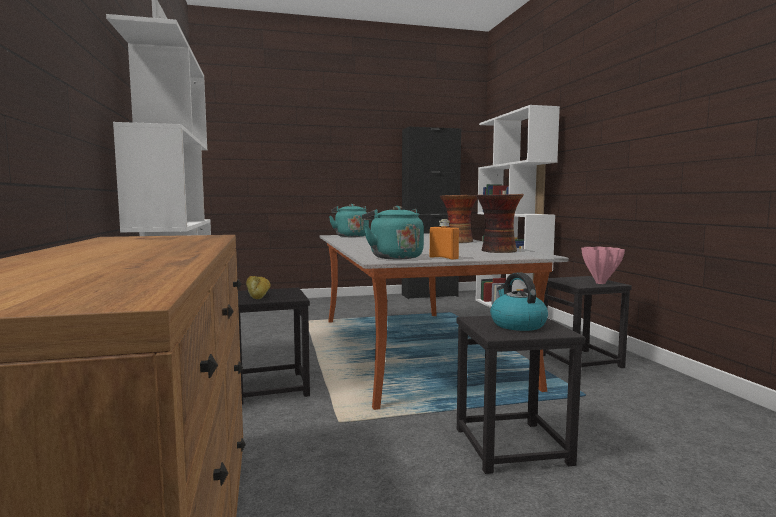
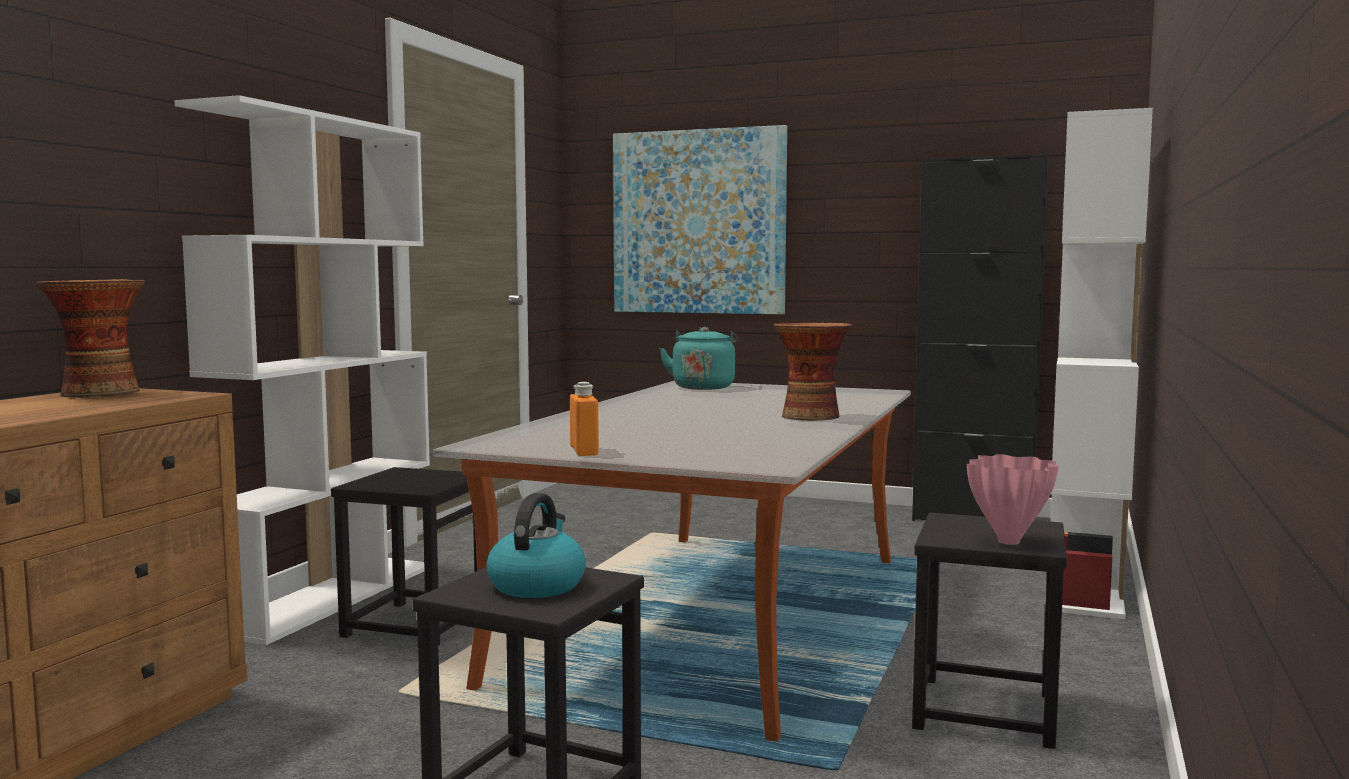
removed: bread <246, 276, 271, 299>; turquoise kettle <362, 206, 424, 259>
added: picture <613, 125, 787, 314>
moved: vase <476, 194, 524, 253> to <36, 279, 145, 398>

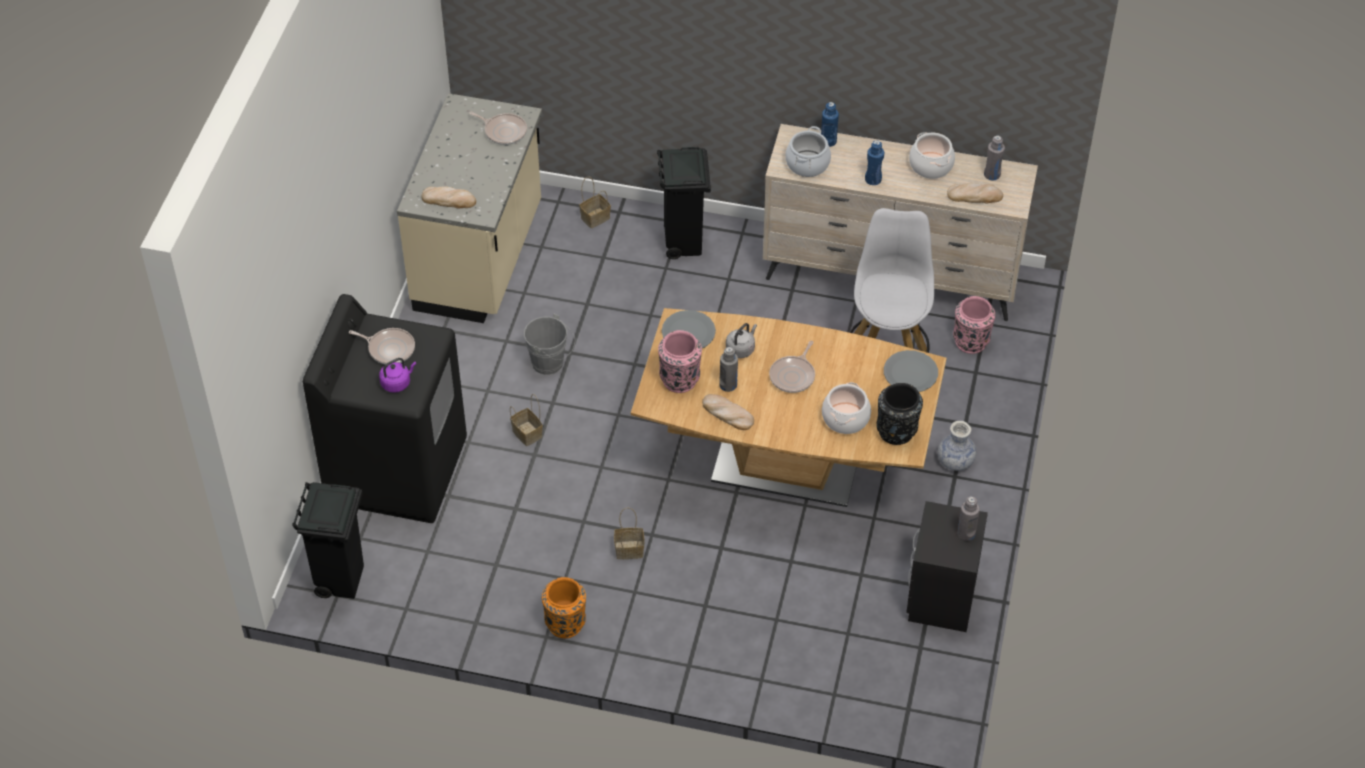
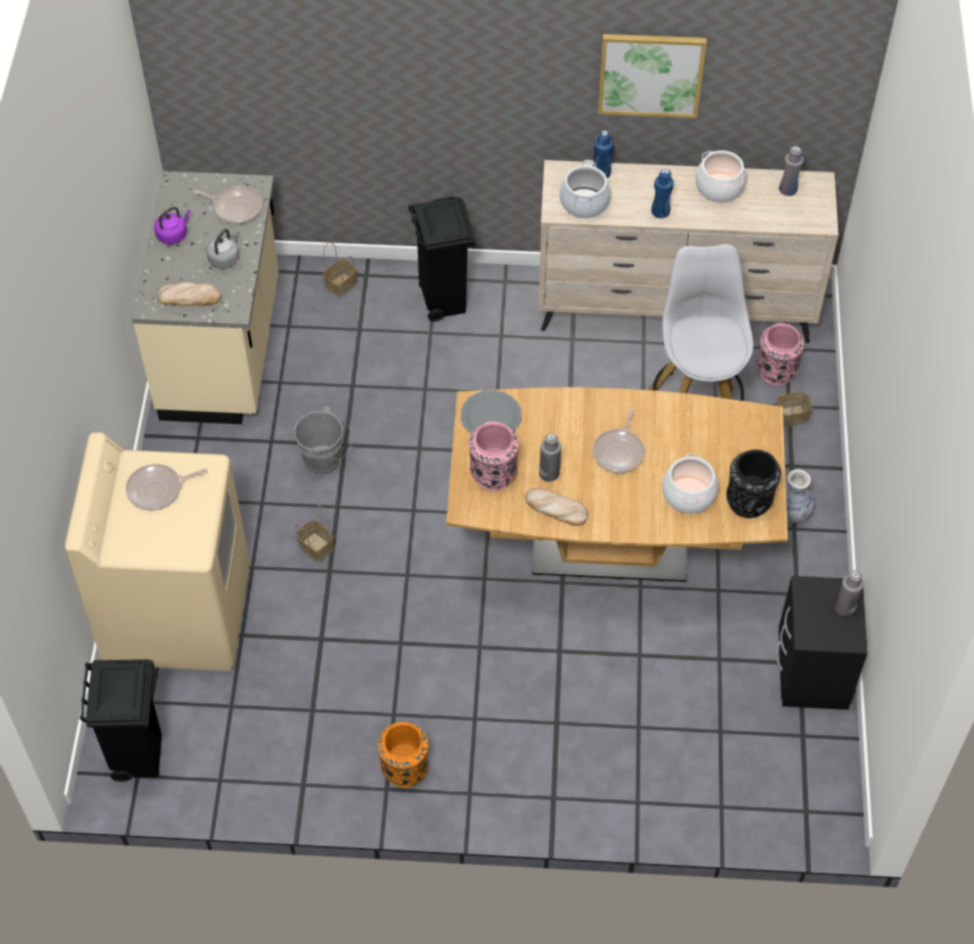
removed: grey plate <884, 350, 938, 392>; bread <947, 183, 1003, 204>
added: picture <598, 34, 707, 118>
moved: purple kettle <379, 358, 416, 393> to <154, 207, 191, 244>; grey kettle <726, 323, 757, 358> to <206, 229, 239, 268>; basket <614, 507, 644, 559> to <776, 372, 812, 427>
recoloured: black washing machine <303, 294, 467, 523> to beige washing machine <65, 432, 250, 671>
turned: frying pan <349, 328, 415, 364> = <126, 464, 207, 510> 150 degrees clockwise

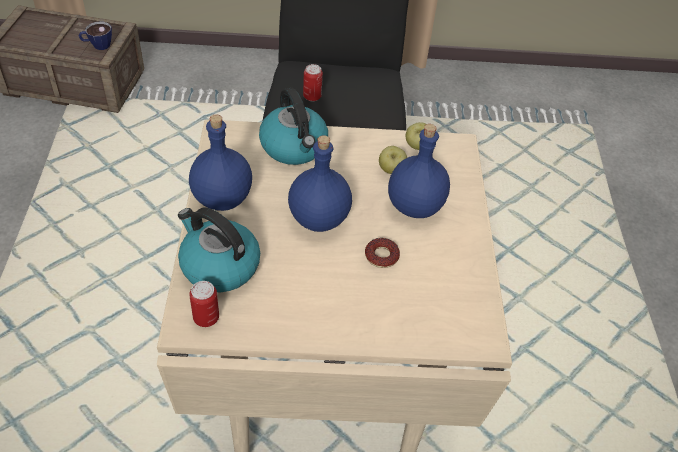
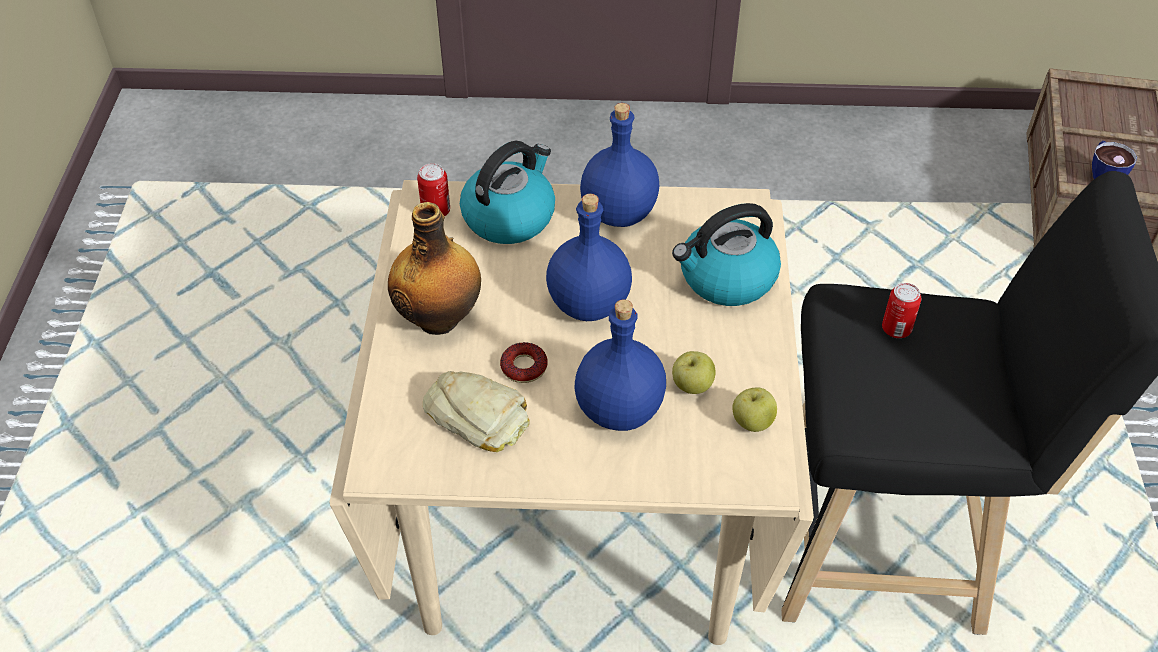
added: bottle <388, 202, 481, 335>; bread <423, 371, 530, 452>

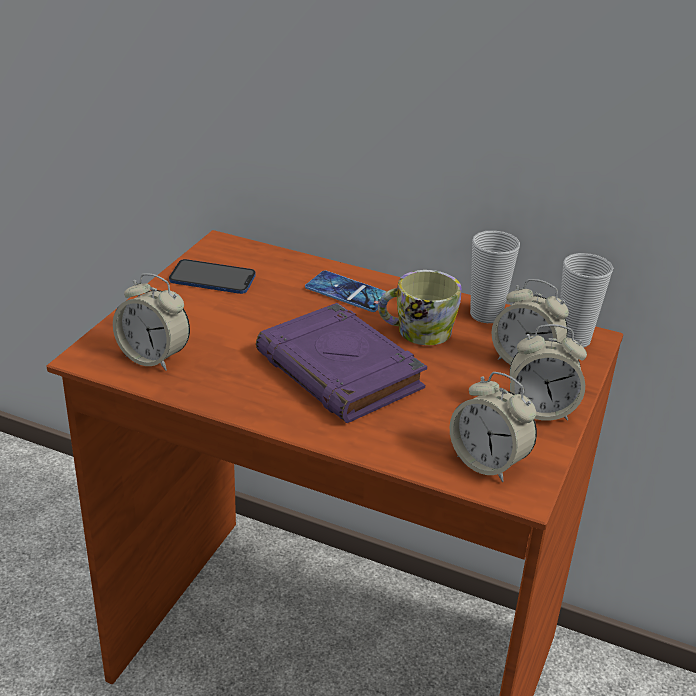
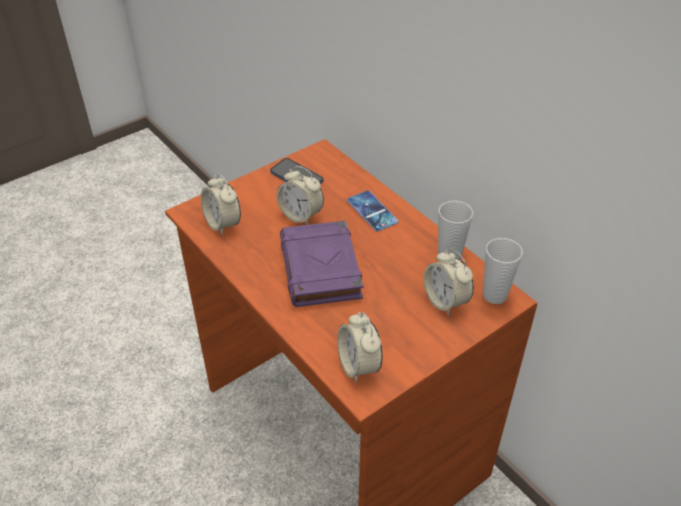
removed: mug <378, 270, 462, 345>
moved: alarm clock <510, 324, 587, 421> to <277, 166, 324, 225>

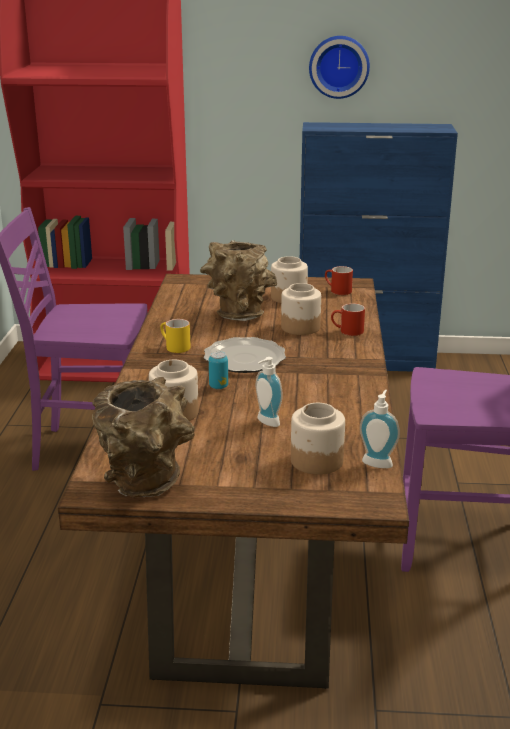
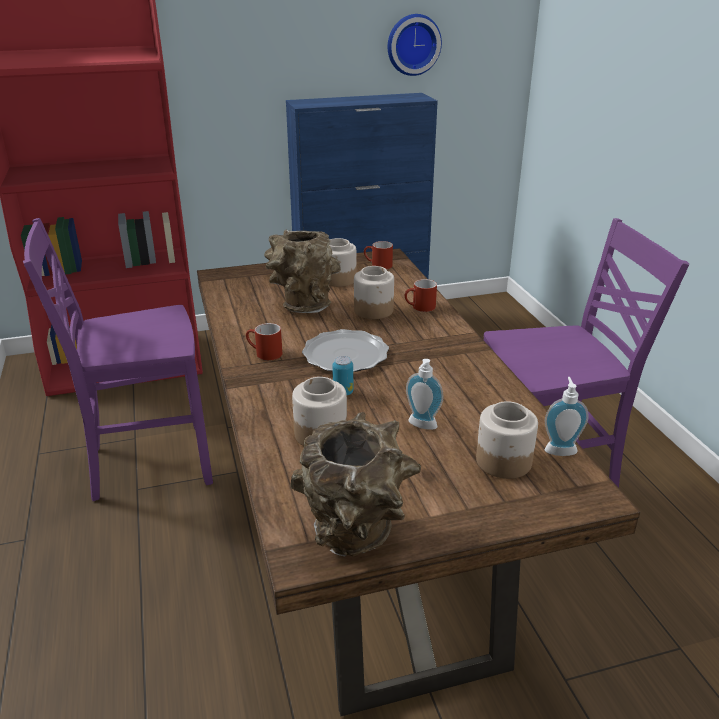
moved: wall clock <309, 36, 370, 99> to <388, 14, 442, 76>
recoloured: yellow mug <160, 319, 191, 353> to red mug <246, 323, 282, 361>

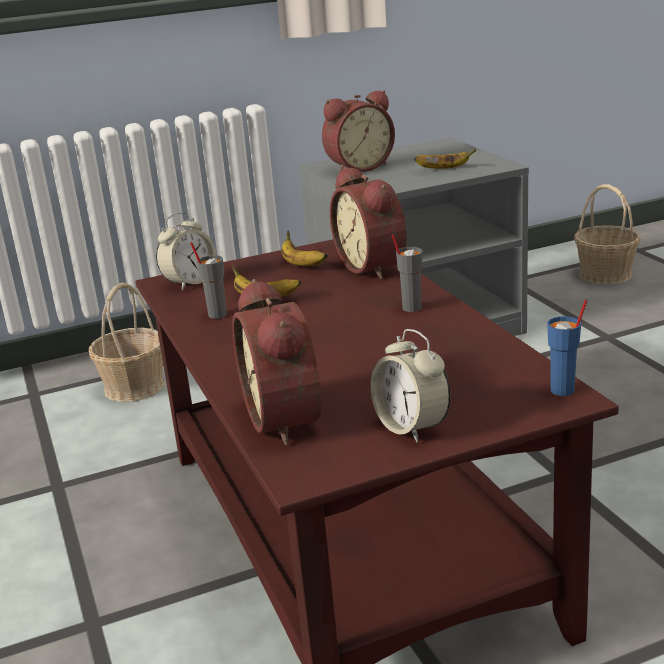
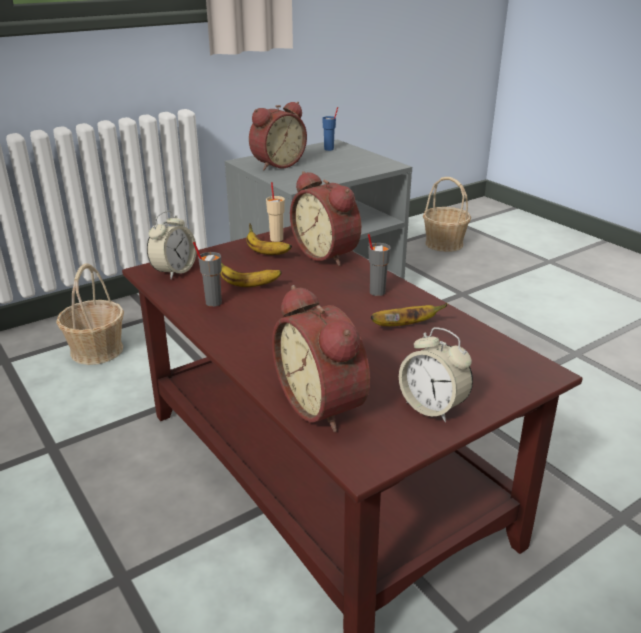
added: beige cup <266, 182, 285, 242>
moved: blue cup <547, 299, 587, 396> to <322, 107, 338, 151>; banana <414, 149, 476, 169> to <371, 303, 448, 326>

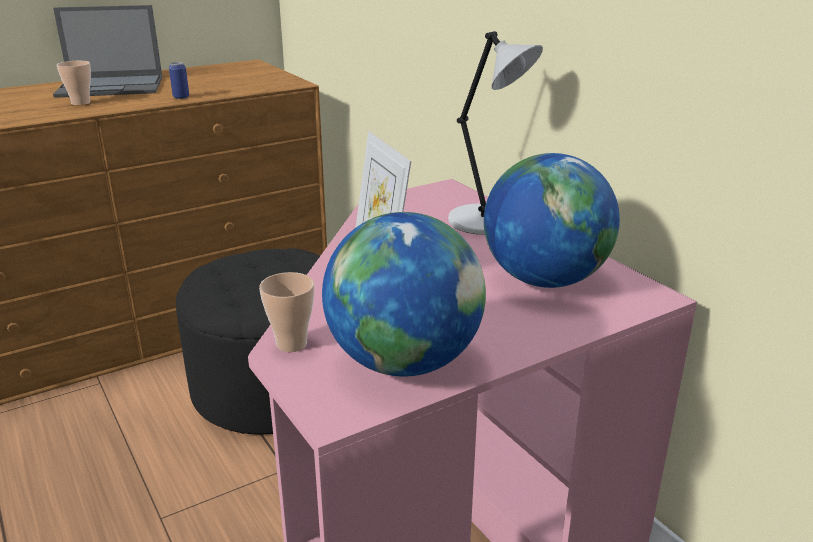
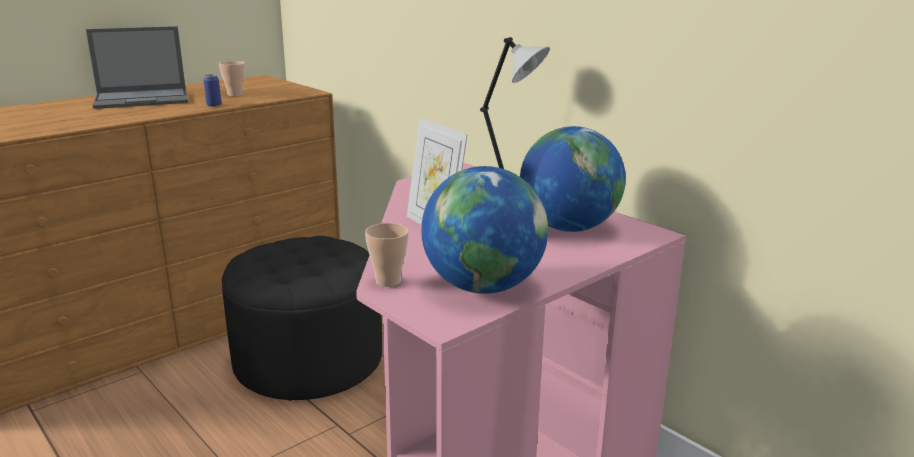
moved: cup <57, 61, 91, 105> to <219, 61, 245, 97>

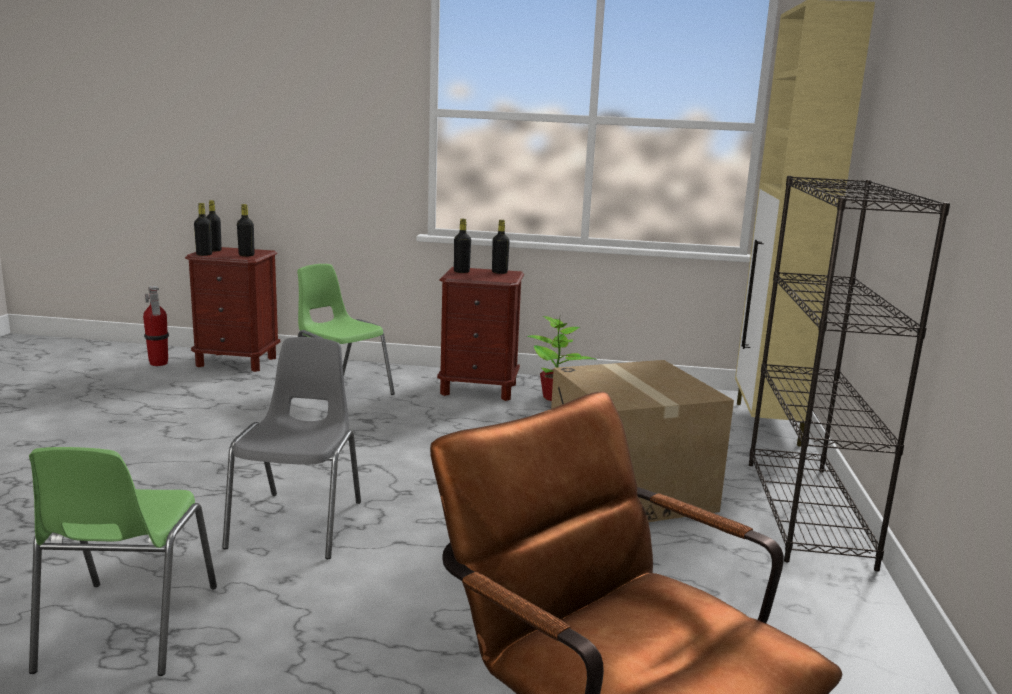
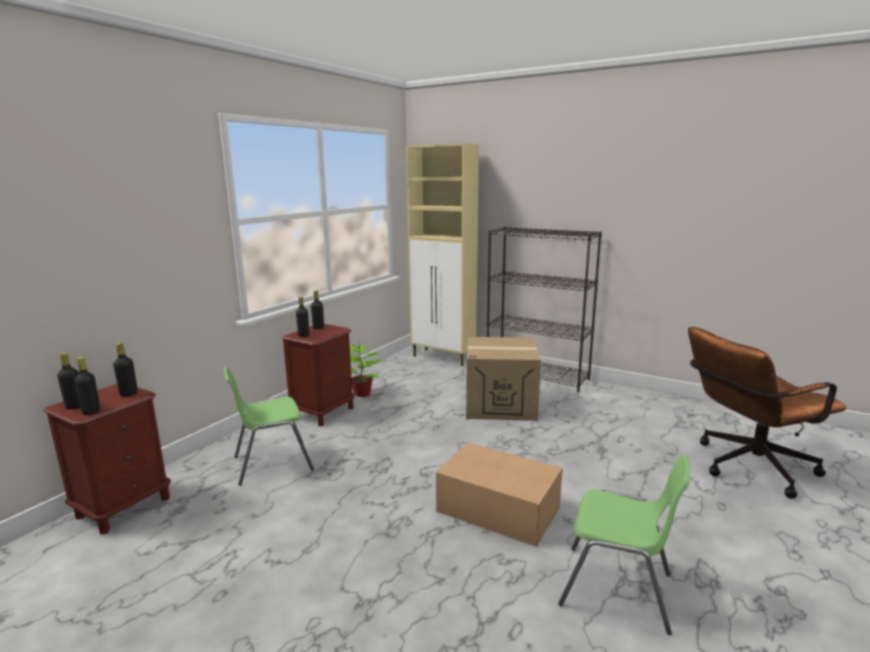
removed: fire extinguisher <143, 286, 169, 366>
replaced: grey chair <222, 337, 361, 559> to cardboard box <436, 442, 563, 547>

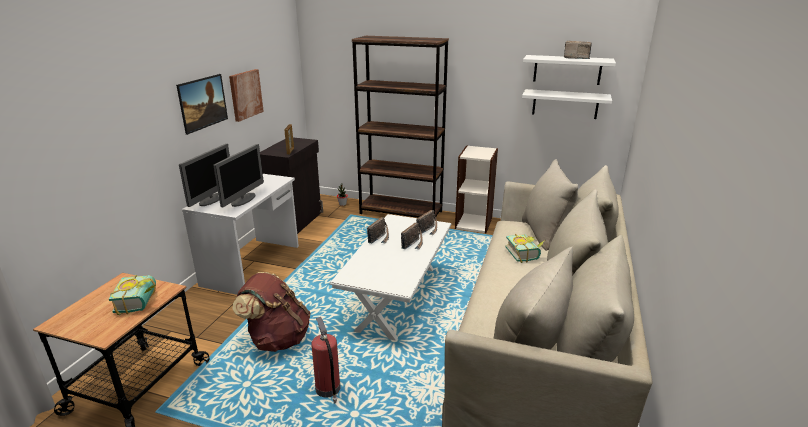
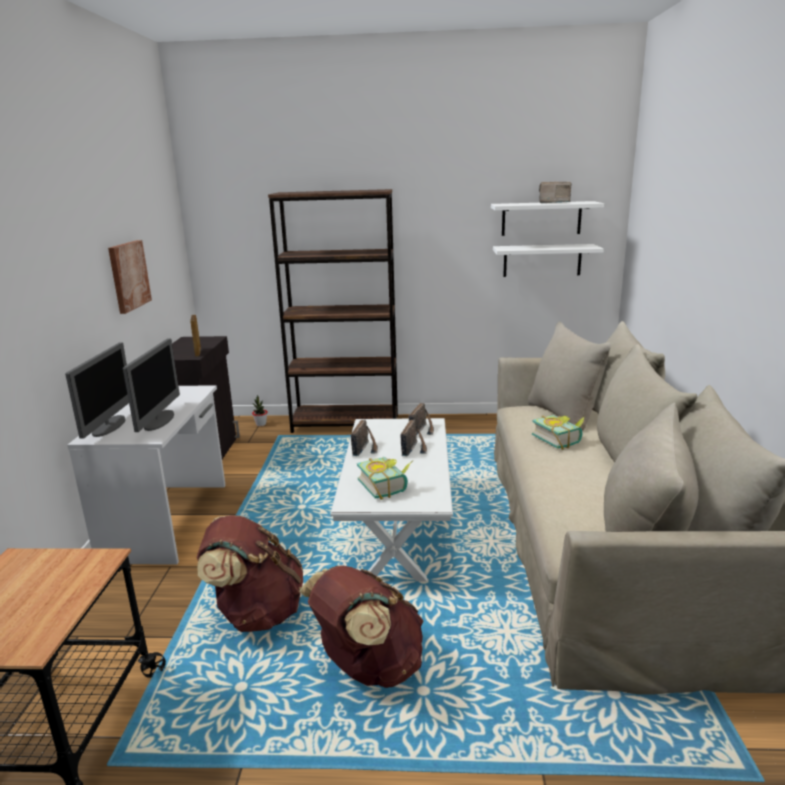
removed: picture <176, 74, 228, 135>; bookcase <455, 145, 498, 233>
moved: book <109, 275, 156, 315> to <357, 457, 412, 500>
replaced: fire extinguisher <311, 317, 341, 403> to brown backpack <299, 565, 424, 688>

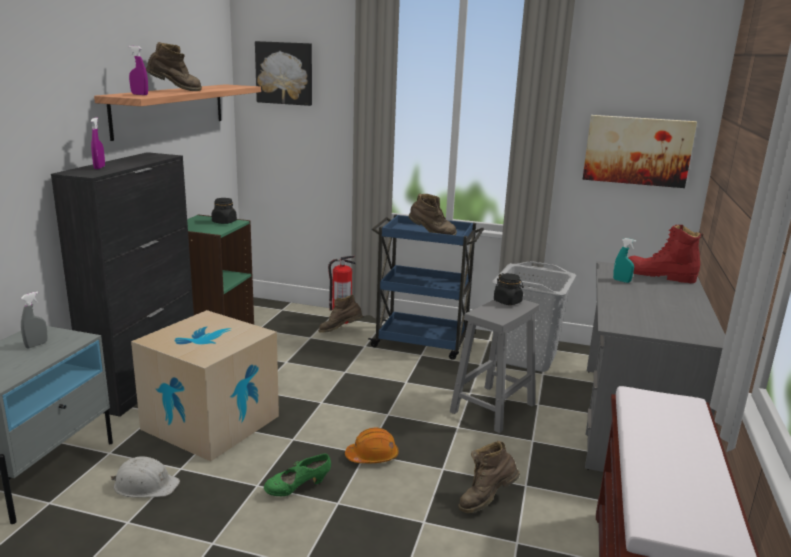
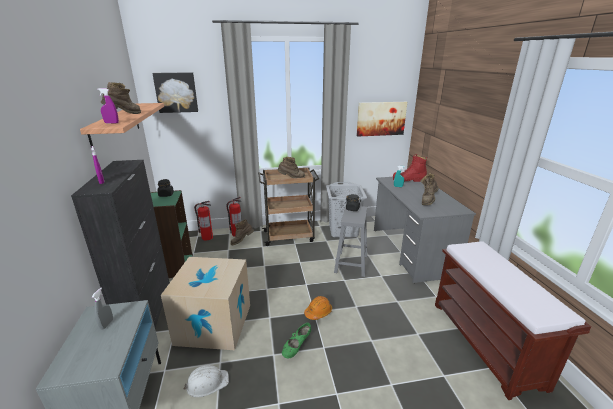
added: fire extinguisher <194, 201, 213, 241>
moved: brown boot <458, 441, 520, 513> to <420, 173, 439, 205>
recoloured: blue cart <368, 214, 484, 360> to brown cart <258, 167, 319, 246>

